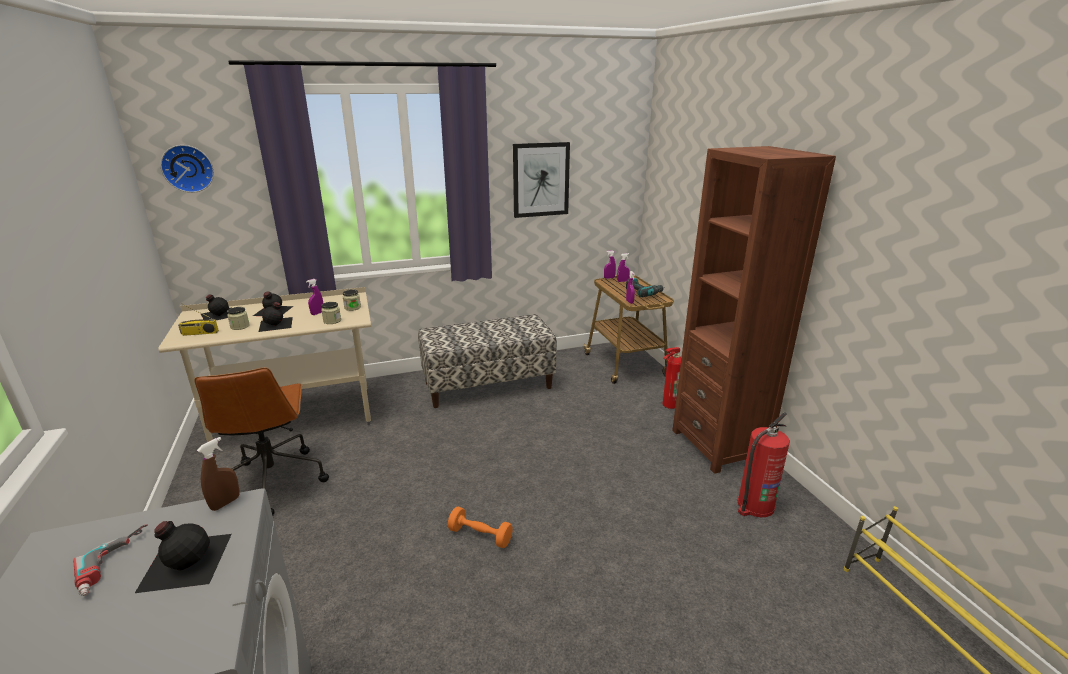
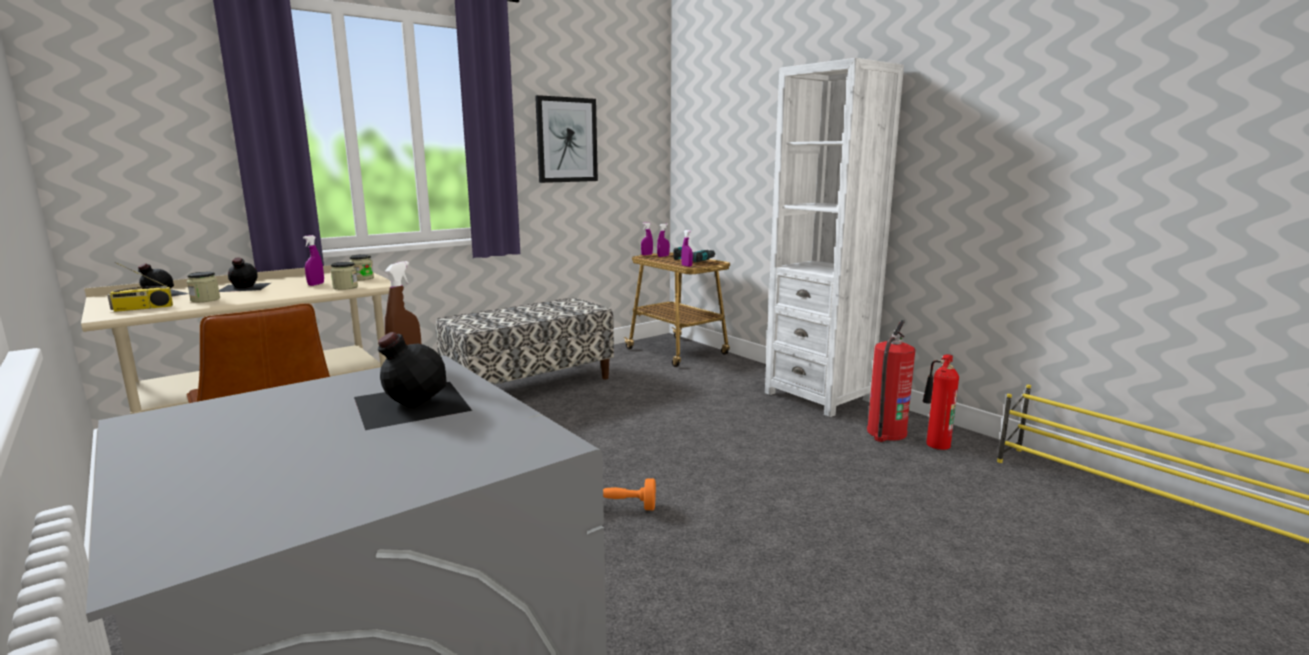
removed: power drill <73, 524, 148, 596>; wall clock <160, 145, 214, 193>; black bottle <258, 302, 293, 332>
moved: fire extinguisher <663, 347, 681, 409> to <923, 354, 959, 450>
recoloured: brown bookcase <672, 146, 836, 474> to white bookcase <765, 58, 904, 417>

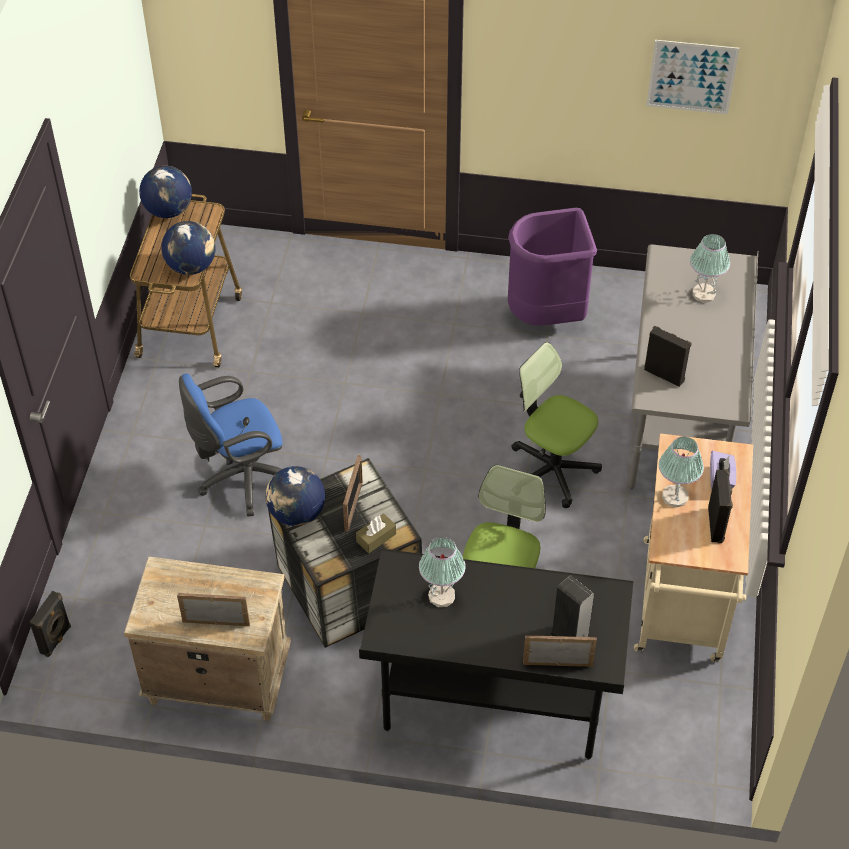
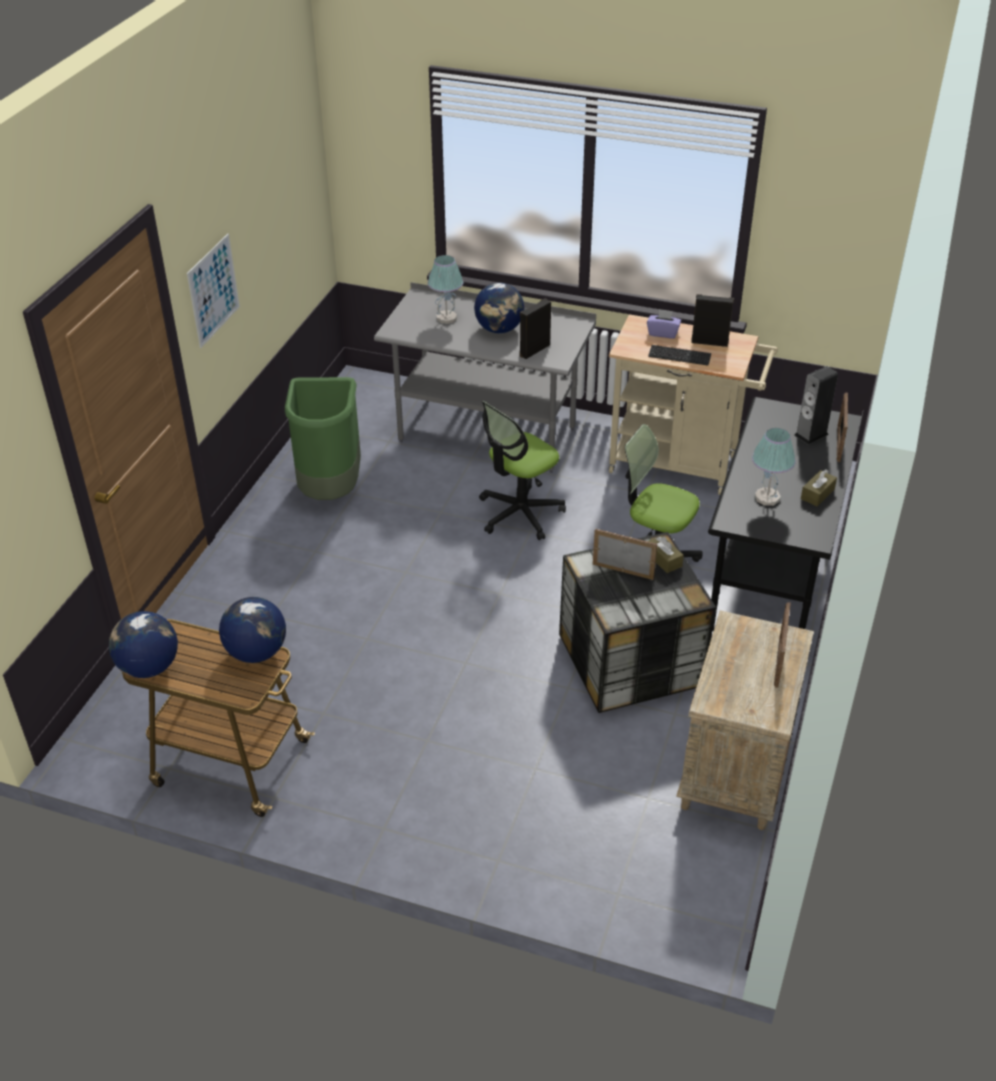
removed: black speaker <29, 591, 71, 657>; blue office chair <179, 374, 283, 516>
added: brown tissue box <801, 469, 837, 506>
moved: picture <646, 40, 740, 114> to <187, 234, 240, 348>; globe <265, 466, 325, 526> to <474, 283, 524, 333>
replaced: table lamp <659, 437, 704, 508> to keyboard <648, 345, 711, 365>
recoloured: purple trash can <508, 208, 597, 325> to green trash can <285, 377, 361, 500>

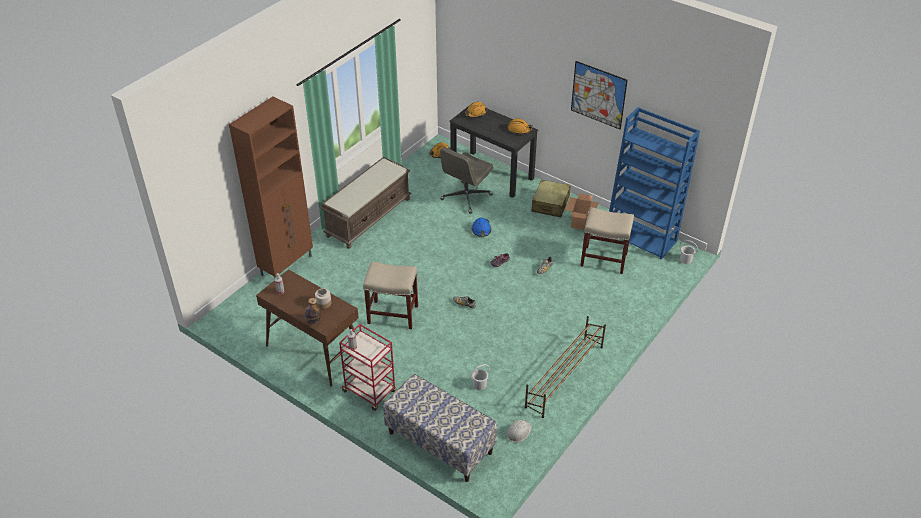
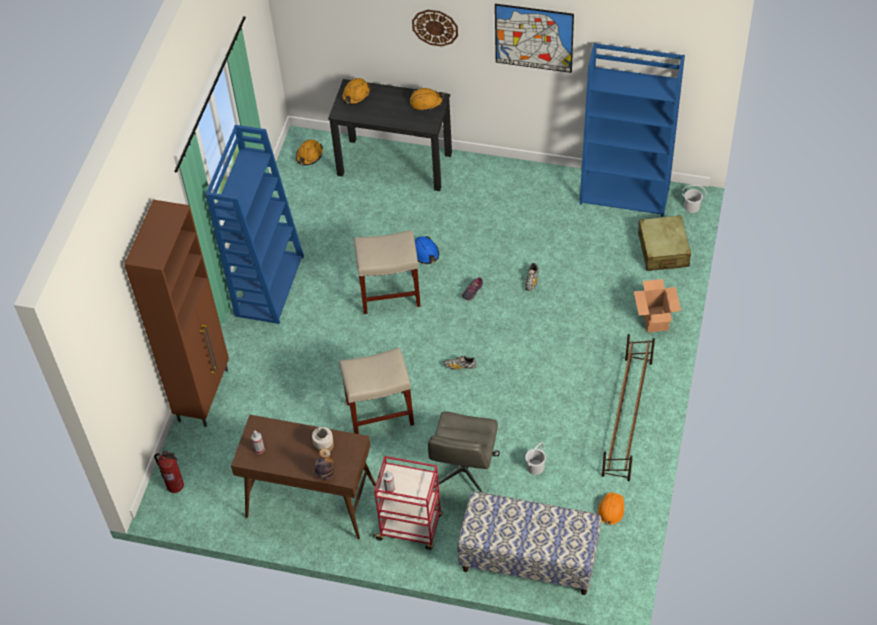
added: fire extinguisher <154, 451, 184, 493>; wall clock <412, 10, 458, 46>
moved: beige stool <580, 207, 634, 274> to <354, 230, 420, 314>; grey office chair <440, 147, 494, 214> to <428, 411, 500, 492>; cardboard box <565, 193, 599, 230> to <634, 279, 681, 333>; beige suitcase <532, 180, 571, 217> to <638, 215, 691, 271>
replaced: brown bench <320, 157, 412, 249> to blue bookcase <205, 125, 304, 324>
recoloured: white hard hat <507, 420, 532, 442> to orange hard hat <598, 493, 624, 525>

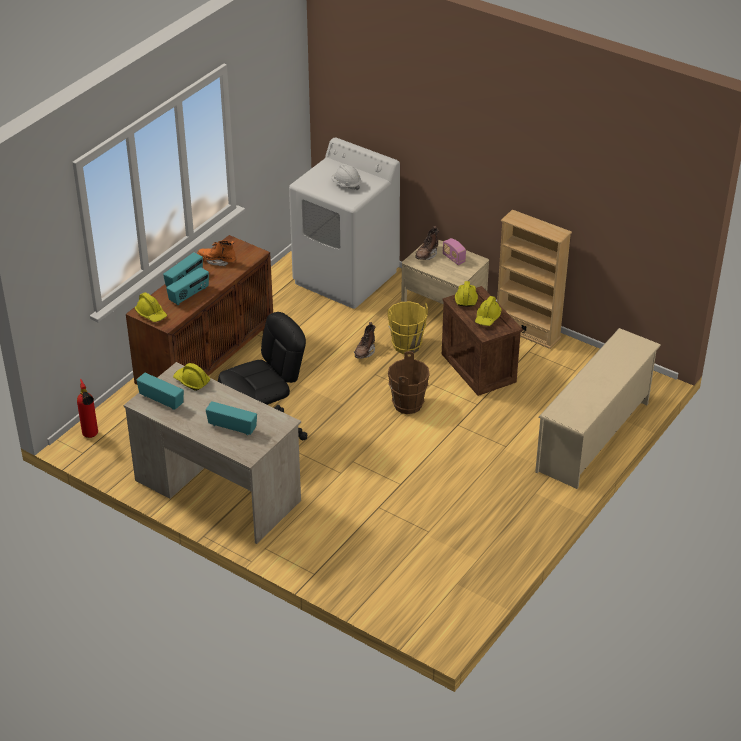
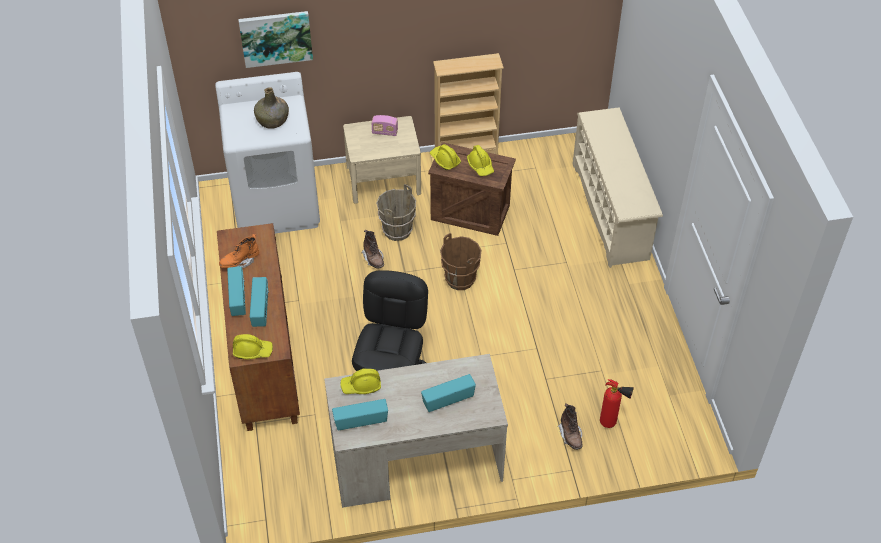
added: picture <238, 11, 313, 68>
moved: brown boot <415, 226, 439, 260> to <558, 403, 583, 450>; fire extinguisher <77, 379, 98, 438> to <600, 379, 634, 428>
replaced: white hard hat <331, 164, 361, 190> to green bottle <254, 87, 289, 129>
recoloured: yellow bucket <388, 302, 428, 354> to brown bucket <376, 184, 416, 241>

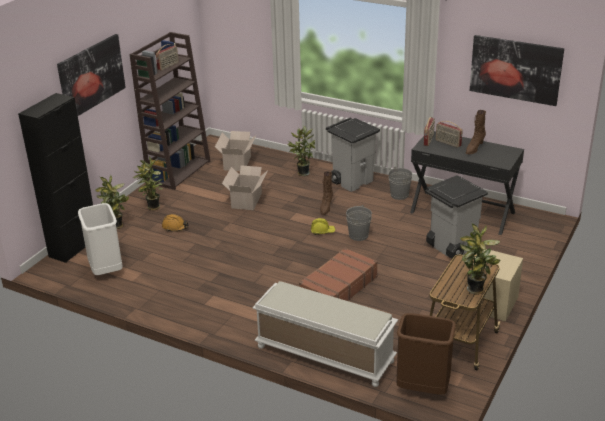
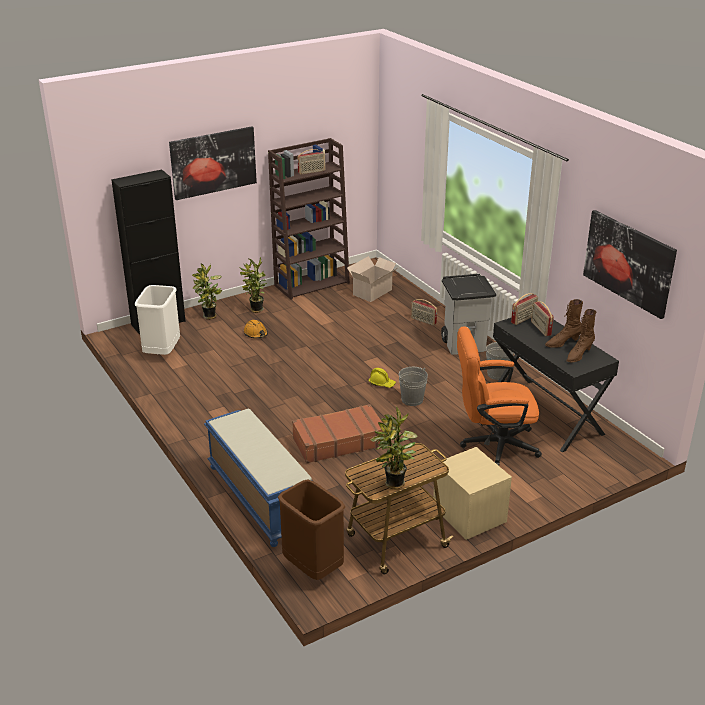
removed: cardboard box <222, 165, 268, 210>
moved: brown boot <320, 171, 333, 215> to <566, 309, 596, 362>
replaced: potted plant <288, 125, 315, 176> to radio <411, 299, 437, 325>; grey trash can <425, 175, 488, 259> to orange office chair <457, 326, 542, 466>
recoloured: white bench <252, 281, 398, 387> to blue bench <204, 409, 312, 547>

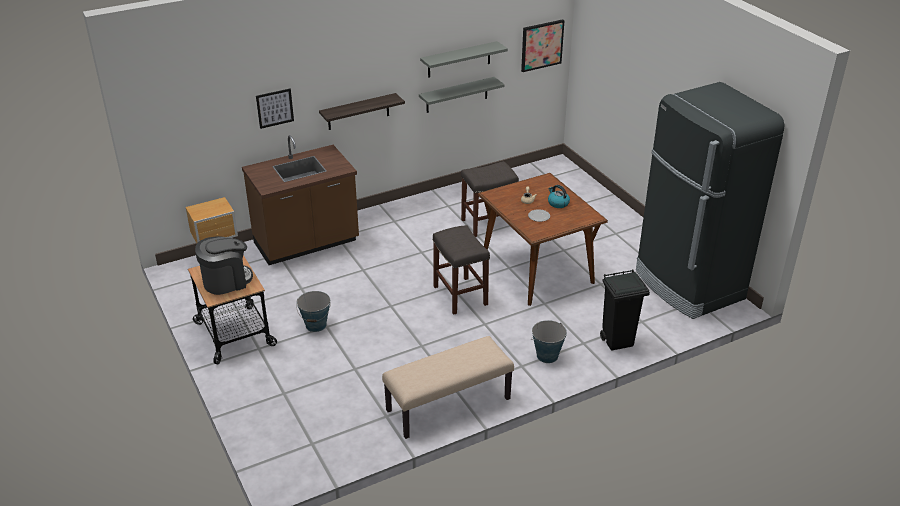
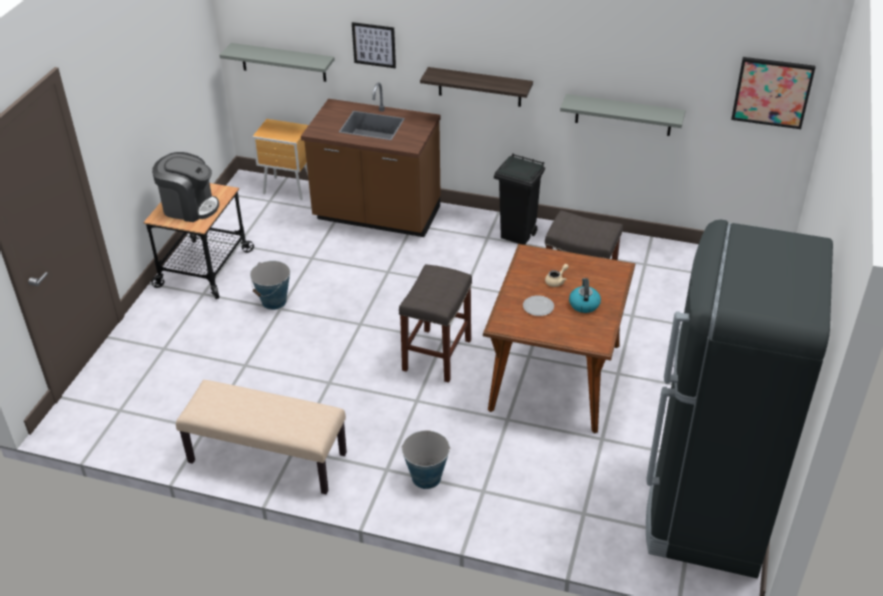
moved: grey shelf <420, 41, 508, 78> to <220, 43, 335, 82>; black trash can <600, 270, 650, 351> to <494, 154, 545, 245>

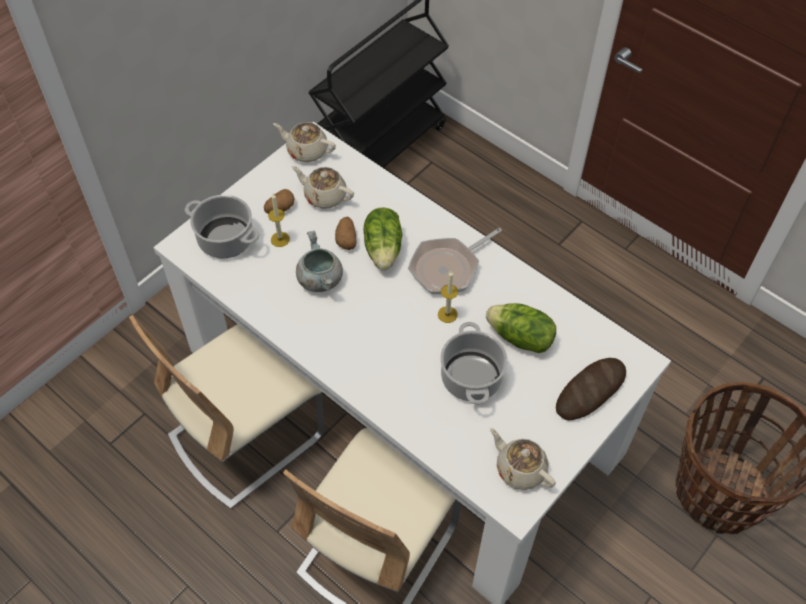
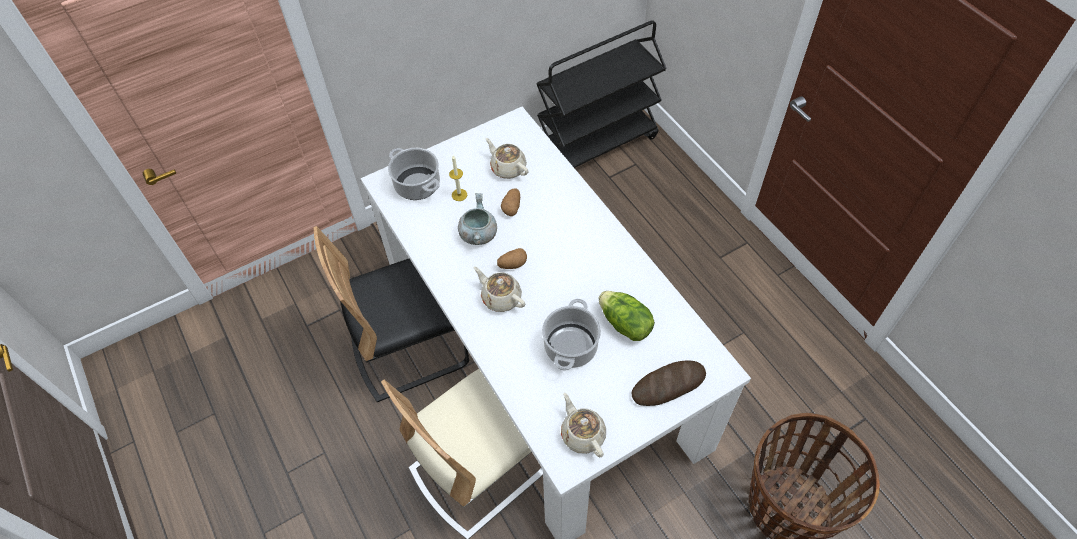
removed: lettuce <364, 208, 403, 271>; frying pan <408, 228, 502, 294>; candle <438, 271, 458, 323>
moved: beige teapot <273, 122, 336, 162> to <473, 266, 526, 312>; potato <264, 189, 294, 214> to <497, 248, 527, 269>
recoloured: beige chair <129, 315, 324, 509> to black chair <313, 226, 469, 402>

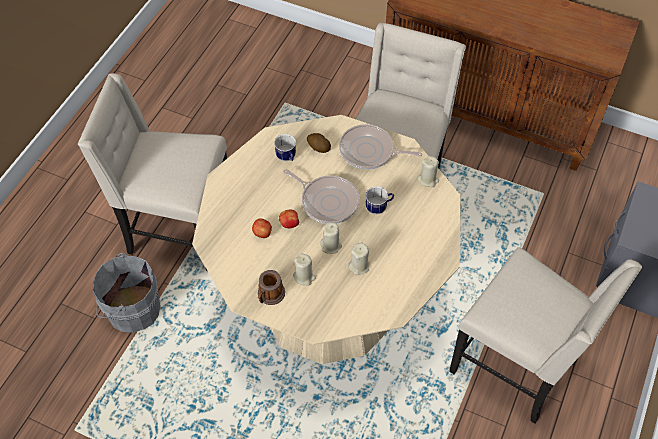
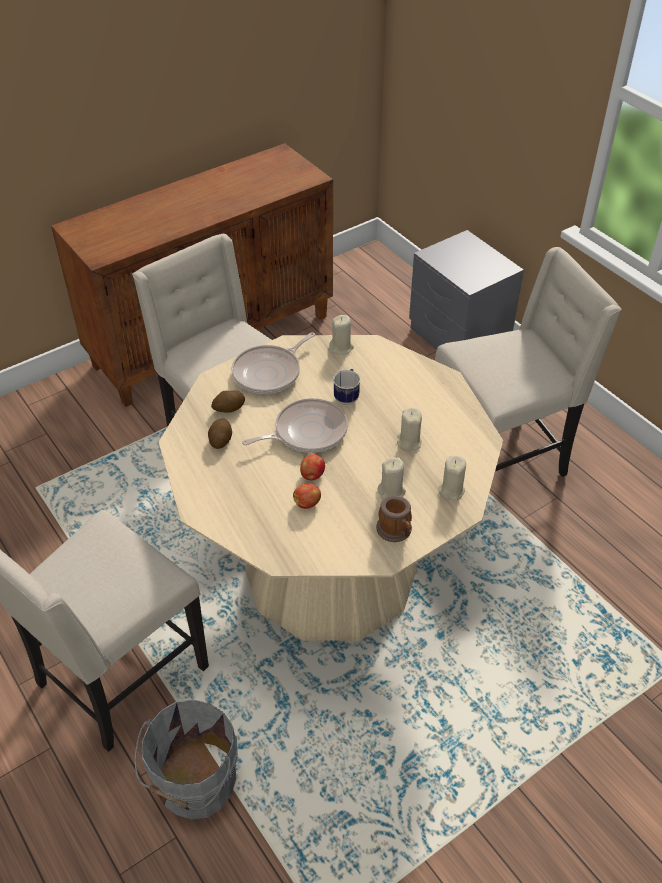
moved: beige candle <320, 222, 342, 254> to <439, 456, 466, 501>
replaced: mug <274, 134, 296, 161> to potato <208, 419, 232, 449>

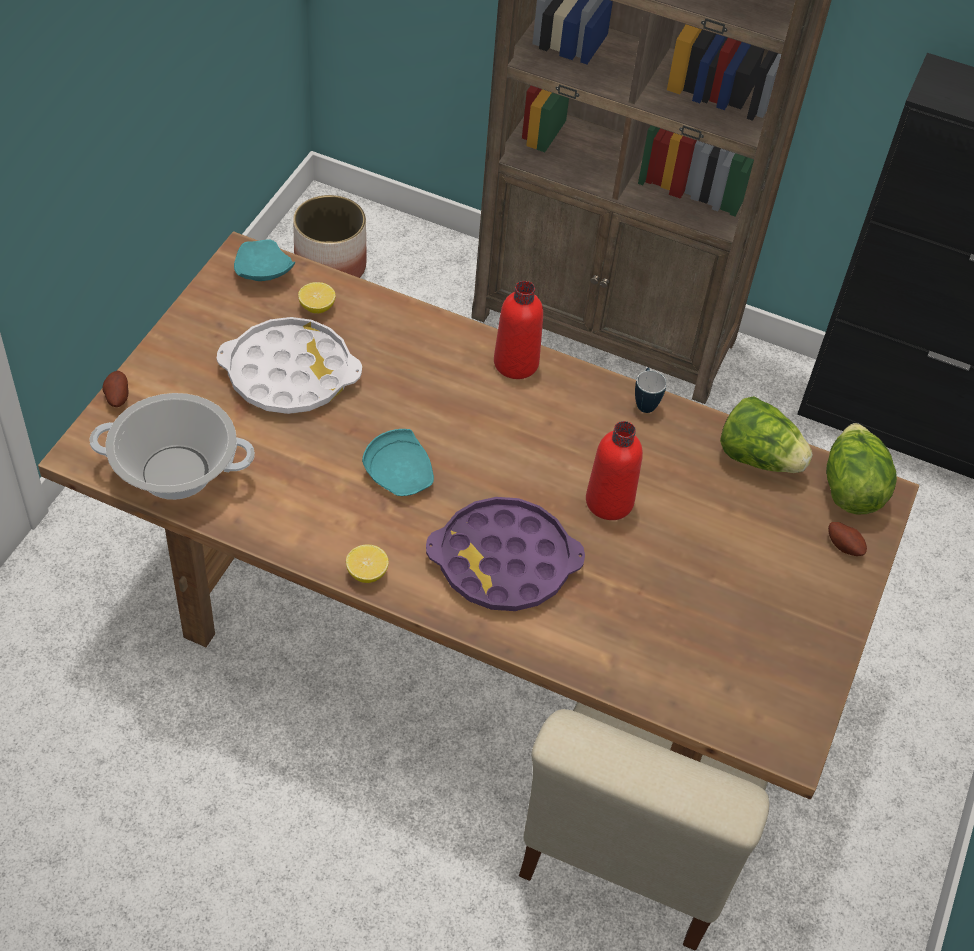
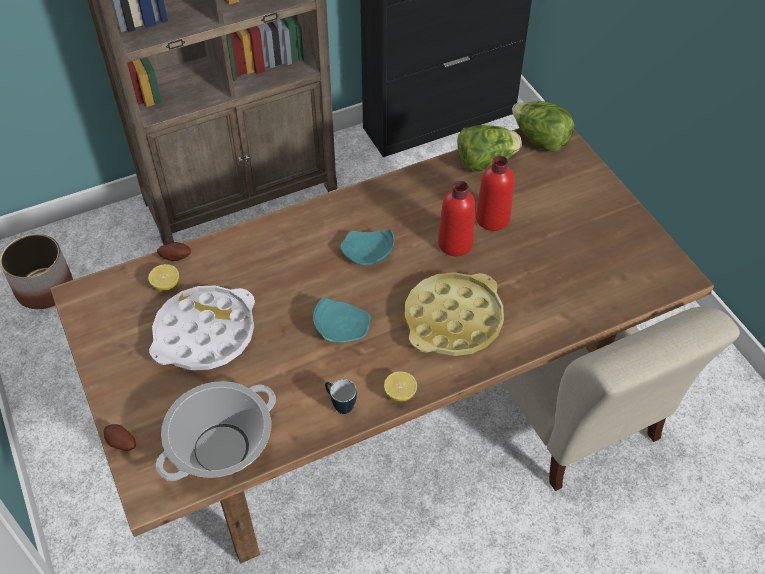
moved: potato <828, 522, 867, 556> to <157, 242, 191, 261>; mug <635, 368, 667, 413> to <325, 379, 357, 414>; turquoise plate <234, 239, 295, 281> to <340, 229, 394, 265>; red bottle <494, 281, 543, 379> to <476, 156, 514, 231>
recoloured: purple tray <426, 497, 585, 611> to yellow tray <405, 272, 504, 356>

